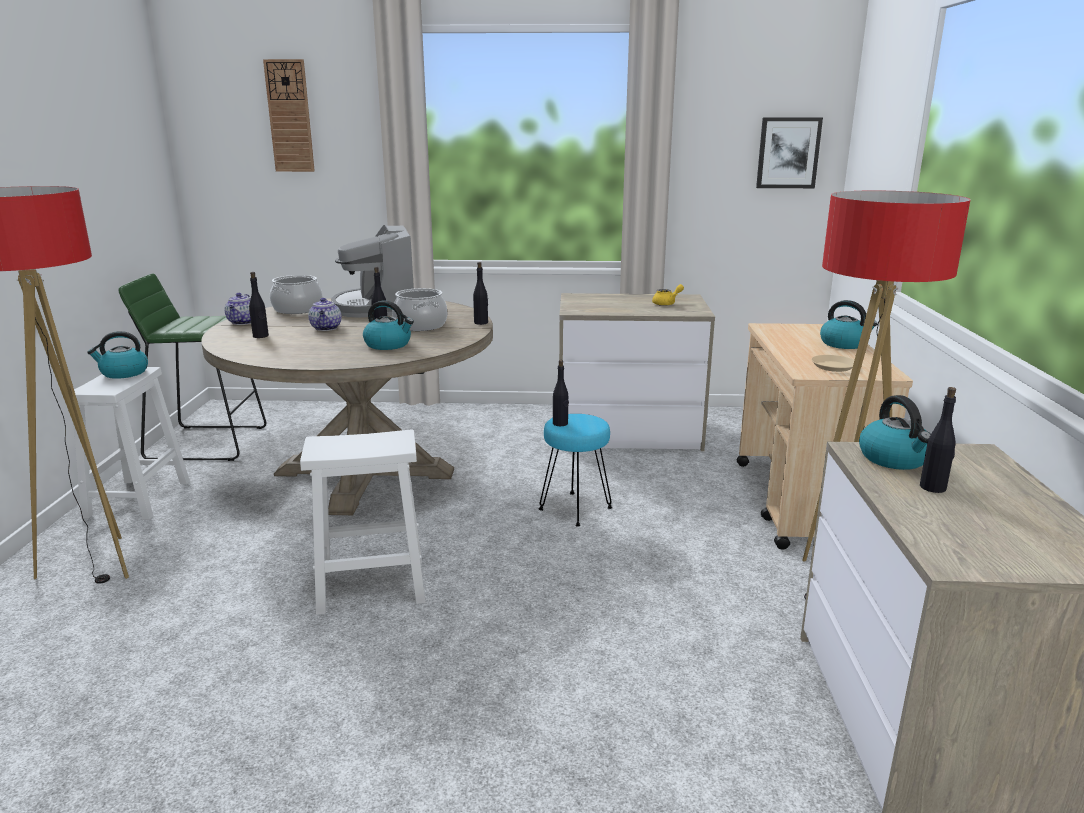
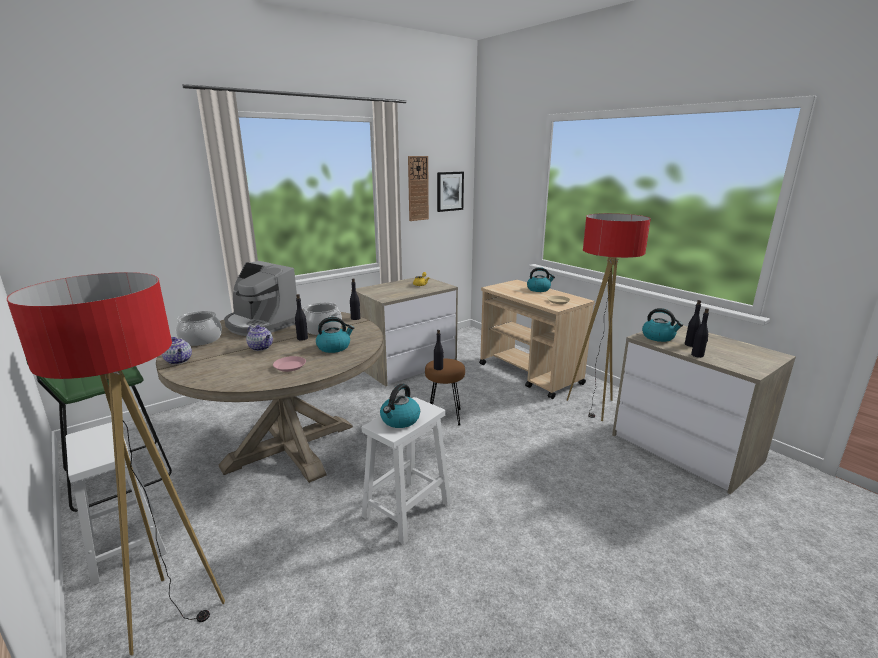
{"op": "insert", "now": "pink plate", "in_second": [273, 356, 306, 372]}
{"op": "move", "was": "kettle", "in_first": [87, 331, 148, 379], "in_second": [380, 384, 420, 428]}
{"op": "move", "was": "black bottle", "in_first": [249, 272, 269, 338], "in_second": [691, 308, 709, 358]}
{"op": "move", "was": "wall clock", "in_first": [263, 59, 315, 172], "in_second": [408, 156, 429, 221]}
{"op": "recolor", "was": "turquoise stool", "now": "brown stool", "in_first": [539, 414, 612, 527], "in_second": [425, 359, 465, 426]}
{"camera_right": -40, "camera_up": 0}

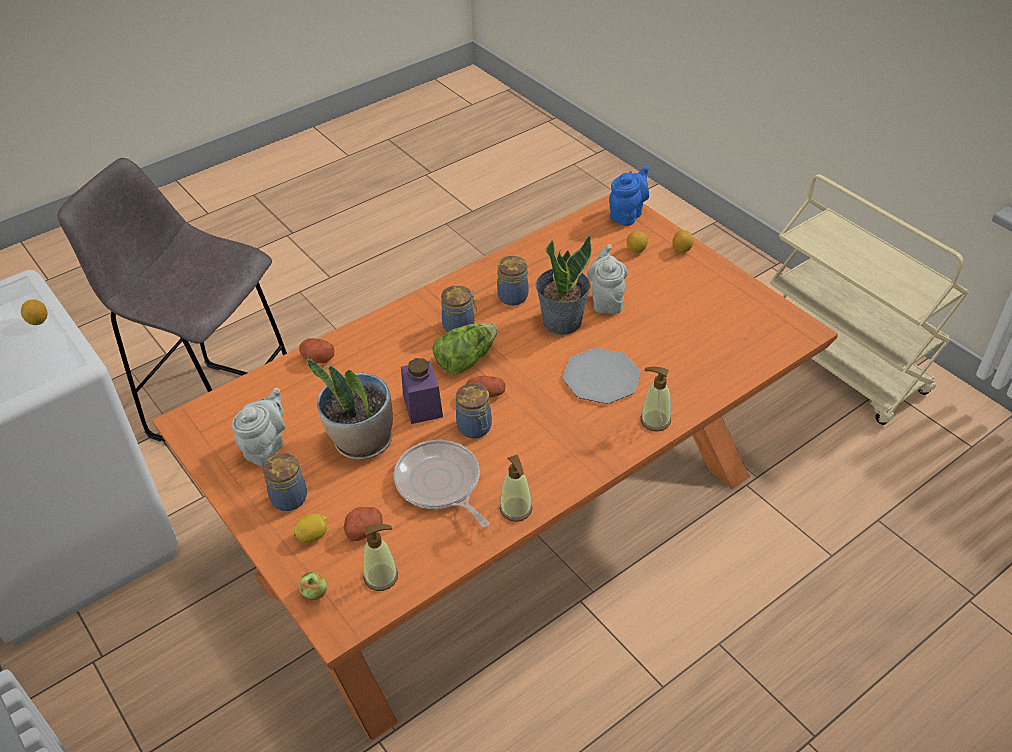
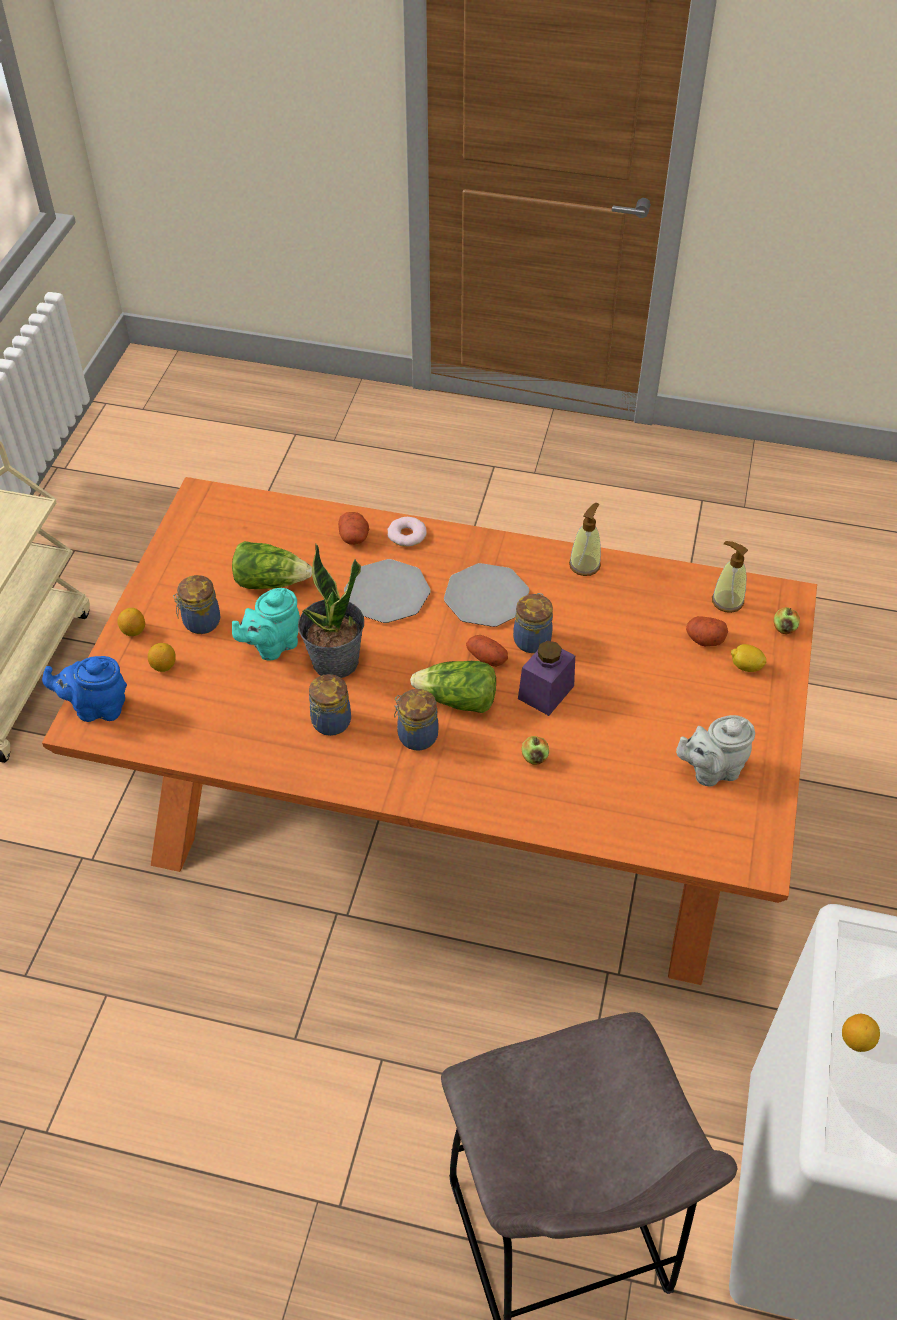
{"op": "delete", "was": "potted plant", "in_first": [306, 358, 393, 460]}
{"op": "delete", "was": "frying pan", "in_first": [394, 440, 489, 527]}
{"op": "insert", "now": "lettuce", "in_second": [232, 541, 312, 589]}
{"op": "insert", "now": "plate", "in_second": [444, 563, 529, 627]}
{"op": "insert", "now": "apple", "in_second": [521, 736, 549, 765]}
{"op": "move", "was": "jar", "in_first": [263, 452, 307, 511], "in_second": [173, 575, 220, 634]}
{"op": "move", "was": "potato", "in_first": [299, 338, 335, 363], "in_second": [338, 512, 369, 545]}
{"op": "replace", "was": "soap dispenser", "now": "donut", "in_first": [640, 367, 671, 432], "in_second": [387, 517, 427, 547]}
{"op": "recolor", "was": "grey teapot", "now": "turquoise teapot", "in_first": [587, 244, 628, 314], "in_second": [232, 588, 300, 661]}
{"camera_right": -130, "camera_up": 5}

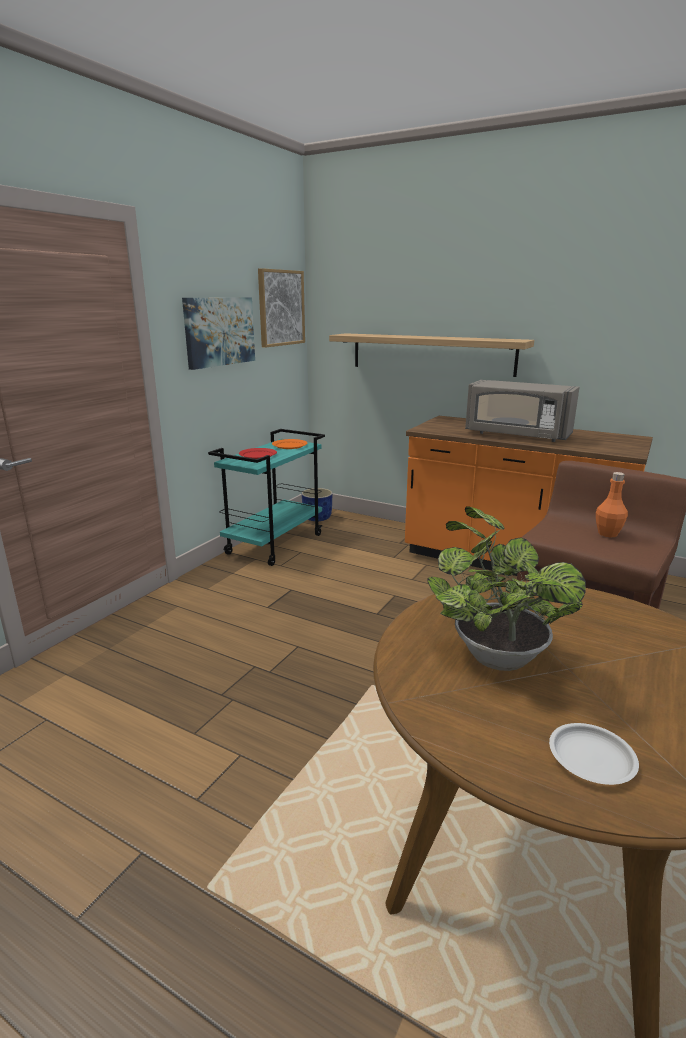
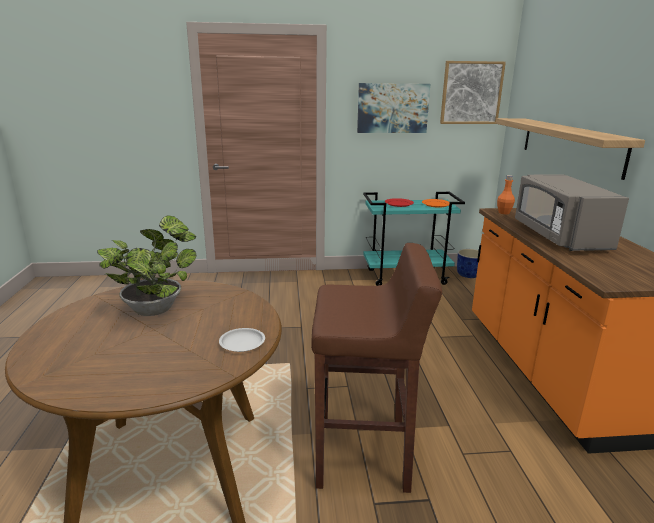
{"op": "move", "was": "white plate", "in_first": [549, 723, 639, 785], "in_second": [219, 328, 265, 352]}
{"op": "move", "was": "orange bottle", "in_first": [596, 472, 628, 538], "in_second": [497, 175, 515, 214]}
{"camera_right": 55, "camera_up": 0}

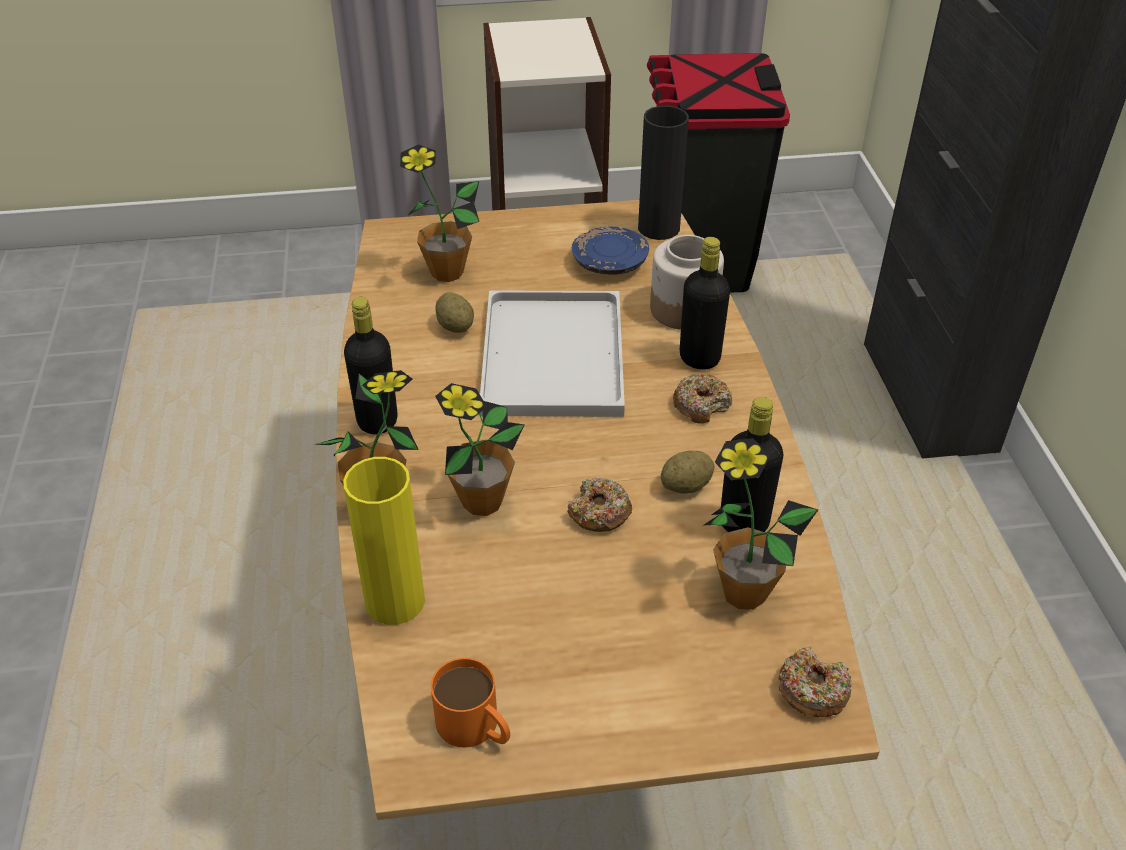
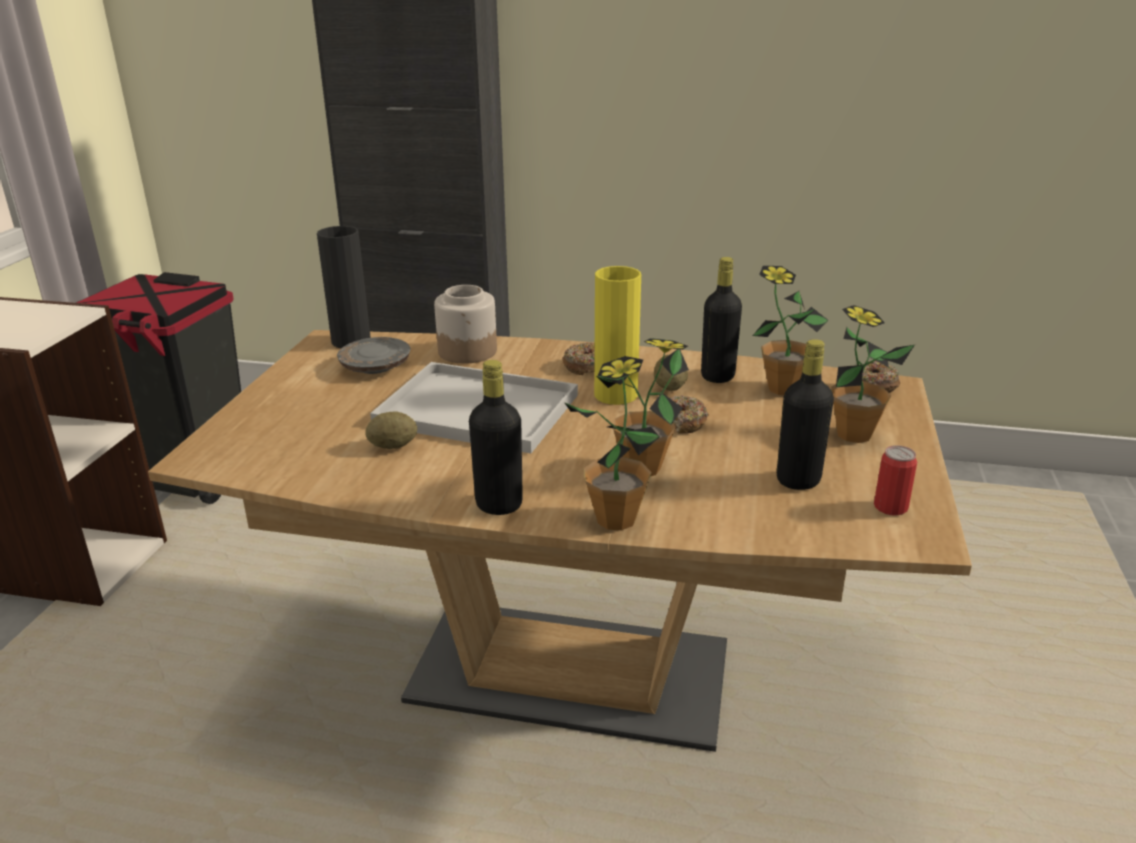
{"op": "move", "was": "yellow vase", "in_first": [343, 457, 425, 625], "in_second": [594, 266, 641, 405]}
{"op": "move", "was": "potted plant", "in_first": [400, 144, 480, 282], "in_second": [831, 305, 915, 443]}
{"op": "move", "was": "black bottle", "in_first": [680, 237, 730, 370], "in_second": [777, 339, 834, 490]}
{"op": "replace", "was": "orange mug", "now": "can", "in_first": [431, 658, 510, 747], "in_second": [874, 445, 917, 516]}
{"op": "recolor", "was": "blue plate", "now": "grey plate", "in_first": [572, 227, 649, 275], "in_second": [337, 337, 410, 374]}
{"camera_right": -70, "camera_up": -15}

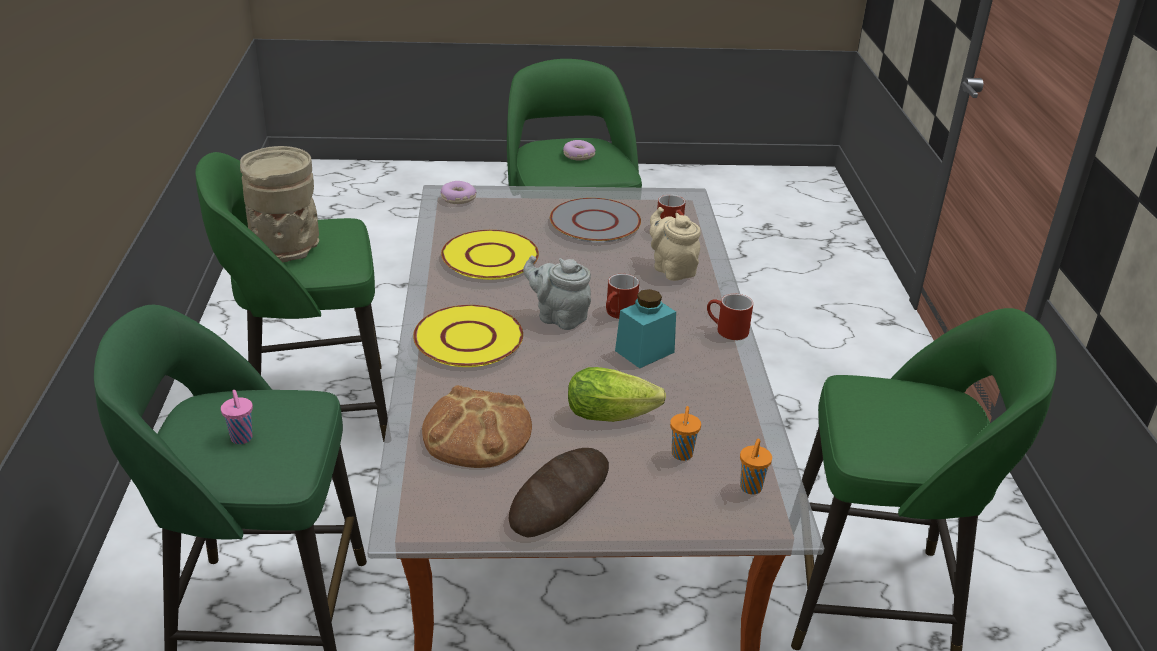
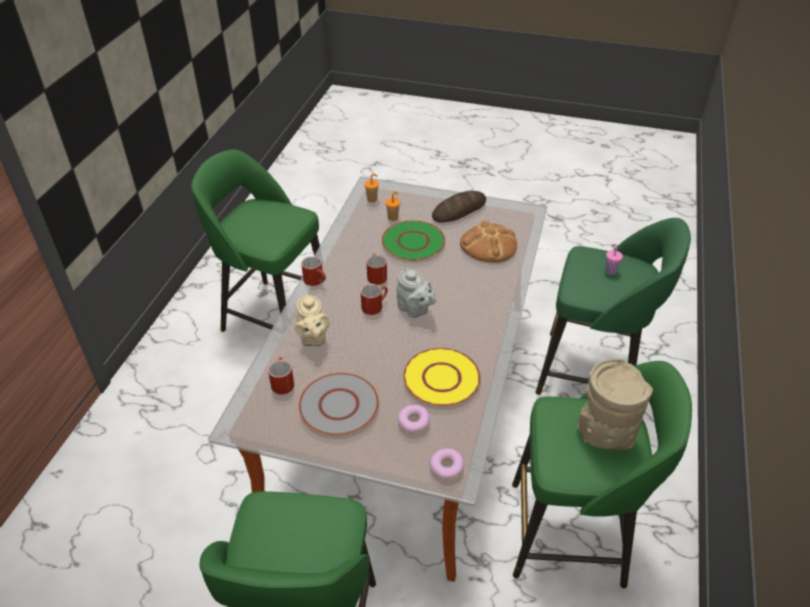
{"op": "delete", "was": "yellow plate", "in_first": [413, 305, 523, 367]}
{"op": "move", "was": "donut", "in_first": [563, 140, 596, 161], "in_second": [397, 405, 430, 434]}
{"op": "replace", "was": "lettuce", "now": "green plate", "in_first": [568, 367, 666, 422], "in_second": [382, 220, 445, 261]}
{"op": "replace", "was": "turquoise jar", "now": "red mug", "in_first": [615, 289, 676, 368], "in_second": [367, 254, 387, 285]}
{"camera_right": -160, "camera_up": 10}

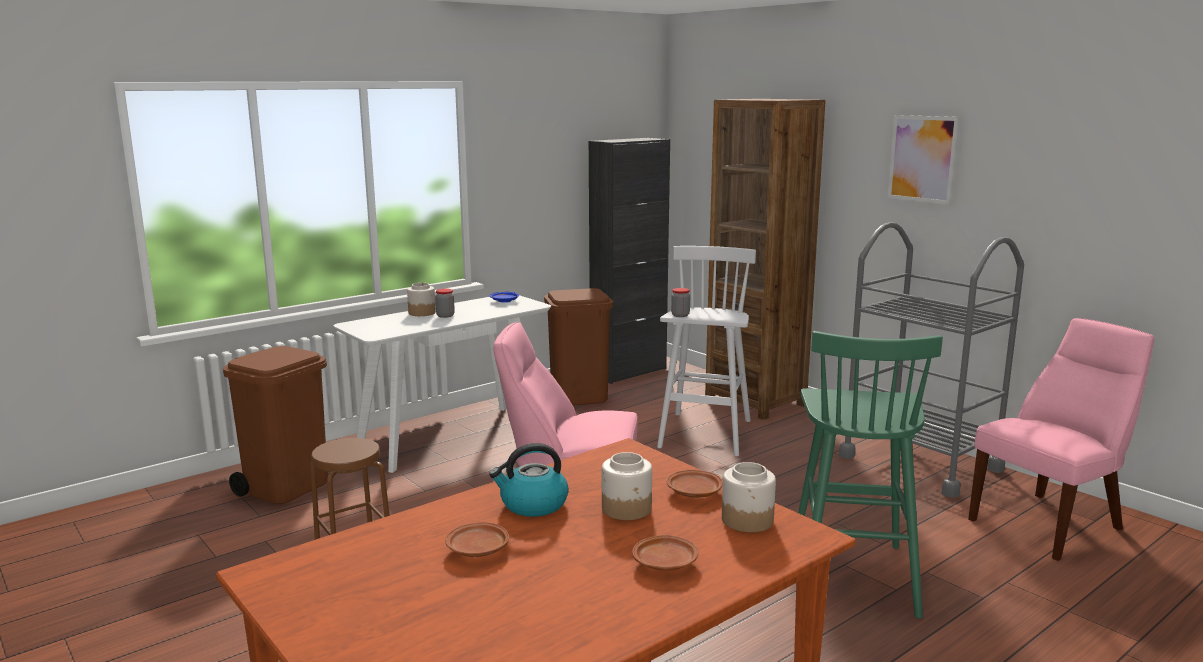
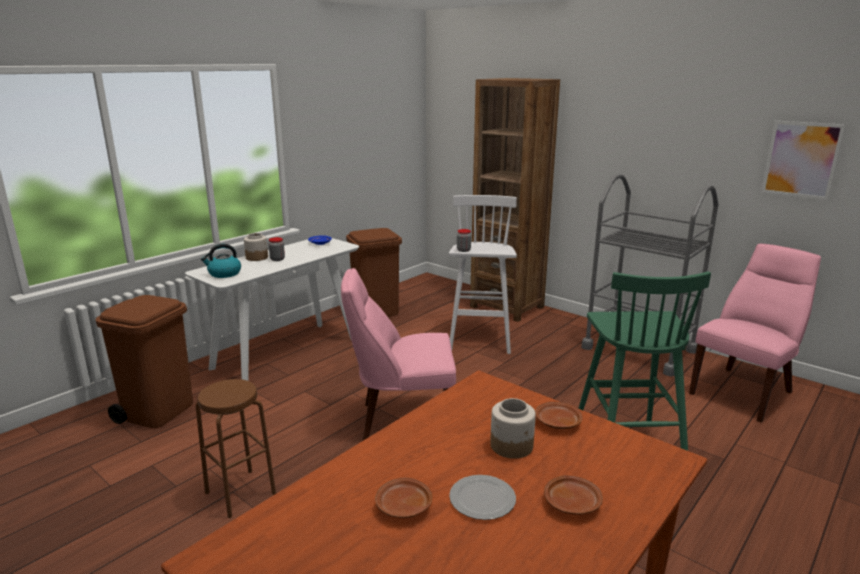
{"op": "delete", "was": "black cabinet", "in_first": [589, 138, 670, 384]}
{"op": "delete", "was": "jar", "in_first": [722, 462, 776, 532]}
{"op": "insert", "now": "plate", "in_second": [449, 475, 516, 520]}
{"op": "move", "was": "kettle", "in_first": [489, 443, 569, 517], "in_second": [201, 244, 241, 278]}
{"op": "move", "was": "picture", "in_first": [887, 115, 960, 205], "in_second": [761, 121, 846, 200]}
{"camera_right": -10, "camera_up": 5}

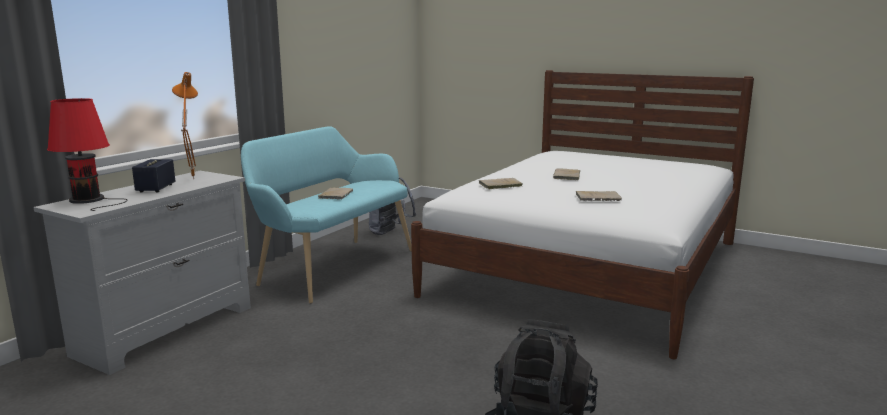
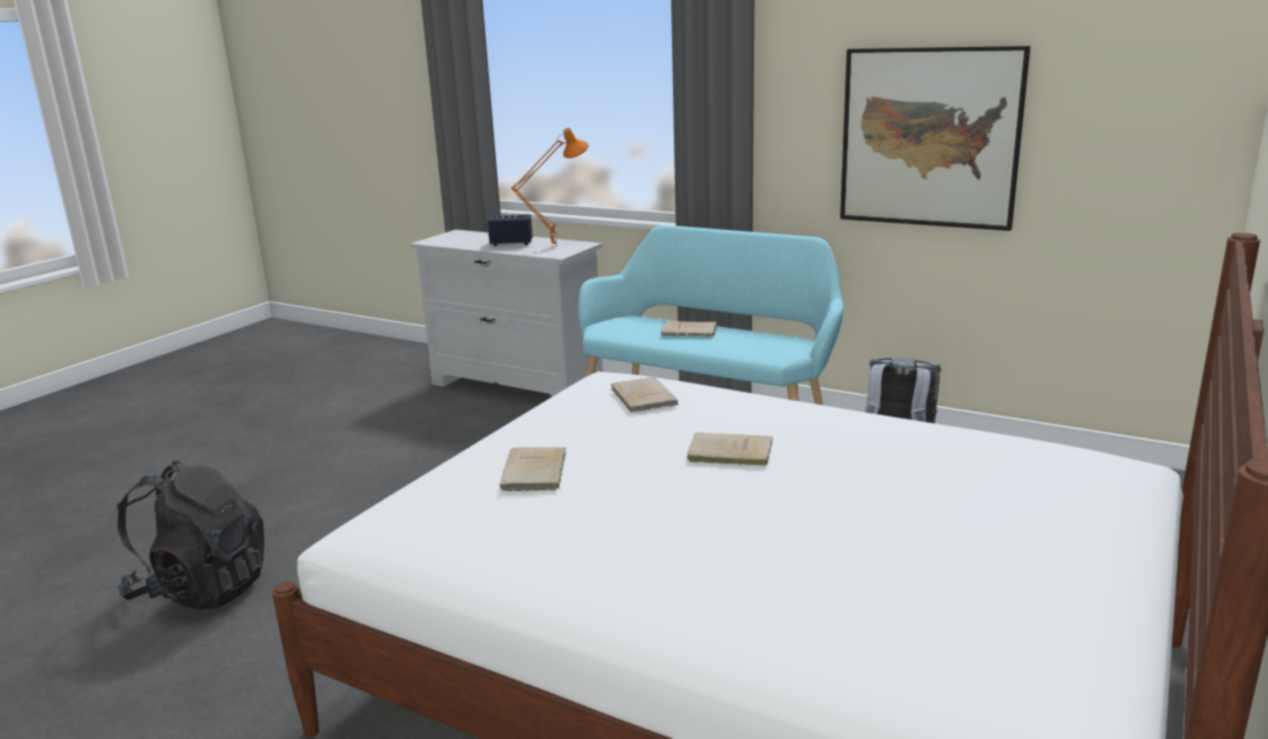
{"op": "delete", "was": "red table lamp", "in_first": [47, 98, 128, 211]}
{"op": "insert", "now": "picture", "in_second": [840, 46, 1030, 231]}
{"camera_right": 90, "camera_up": 5}

